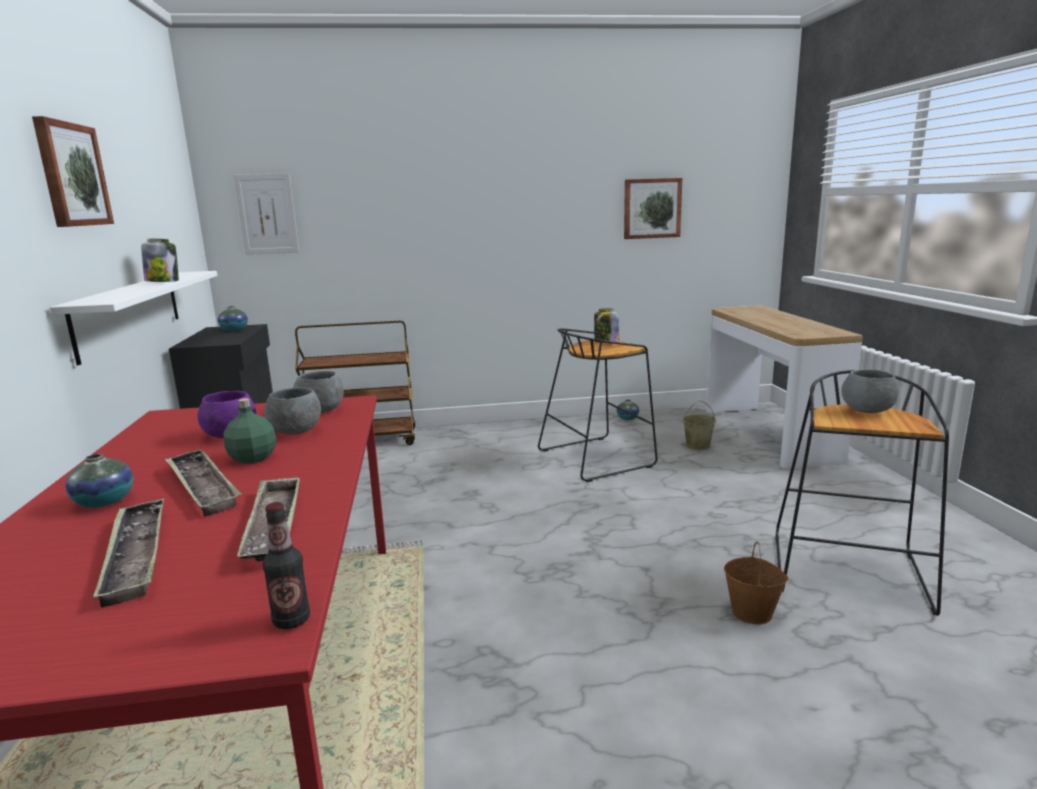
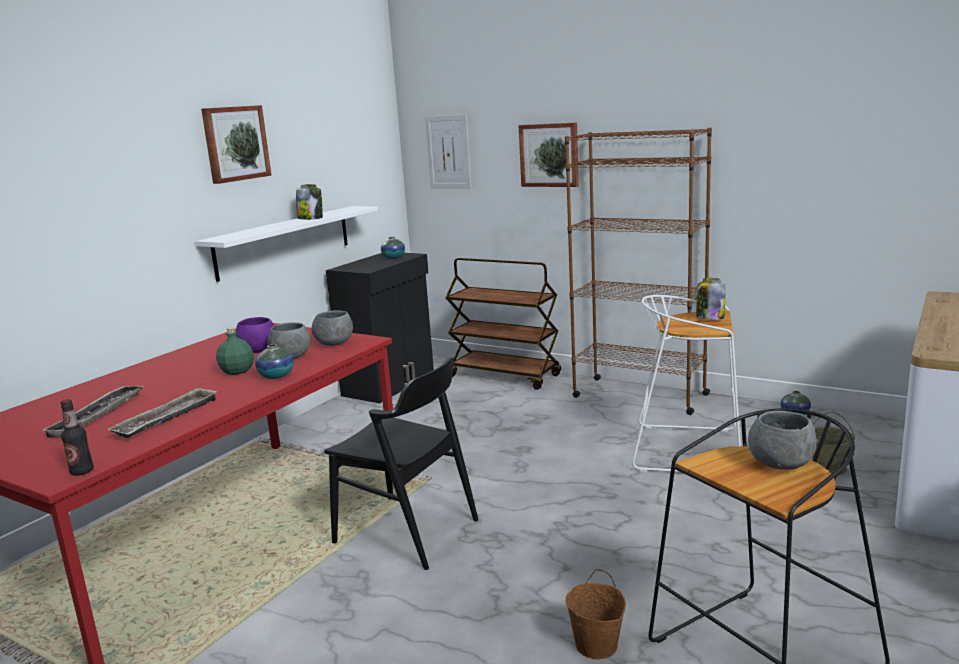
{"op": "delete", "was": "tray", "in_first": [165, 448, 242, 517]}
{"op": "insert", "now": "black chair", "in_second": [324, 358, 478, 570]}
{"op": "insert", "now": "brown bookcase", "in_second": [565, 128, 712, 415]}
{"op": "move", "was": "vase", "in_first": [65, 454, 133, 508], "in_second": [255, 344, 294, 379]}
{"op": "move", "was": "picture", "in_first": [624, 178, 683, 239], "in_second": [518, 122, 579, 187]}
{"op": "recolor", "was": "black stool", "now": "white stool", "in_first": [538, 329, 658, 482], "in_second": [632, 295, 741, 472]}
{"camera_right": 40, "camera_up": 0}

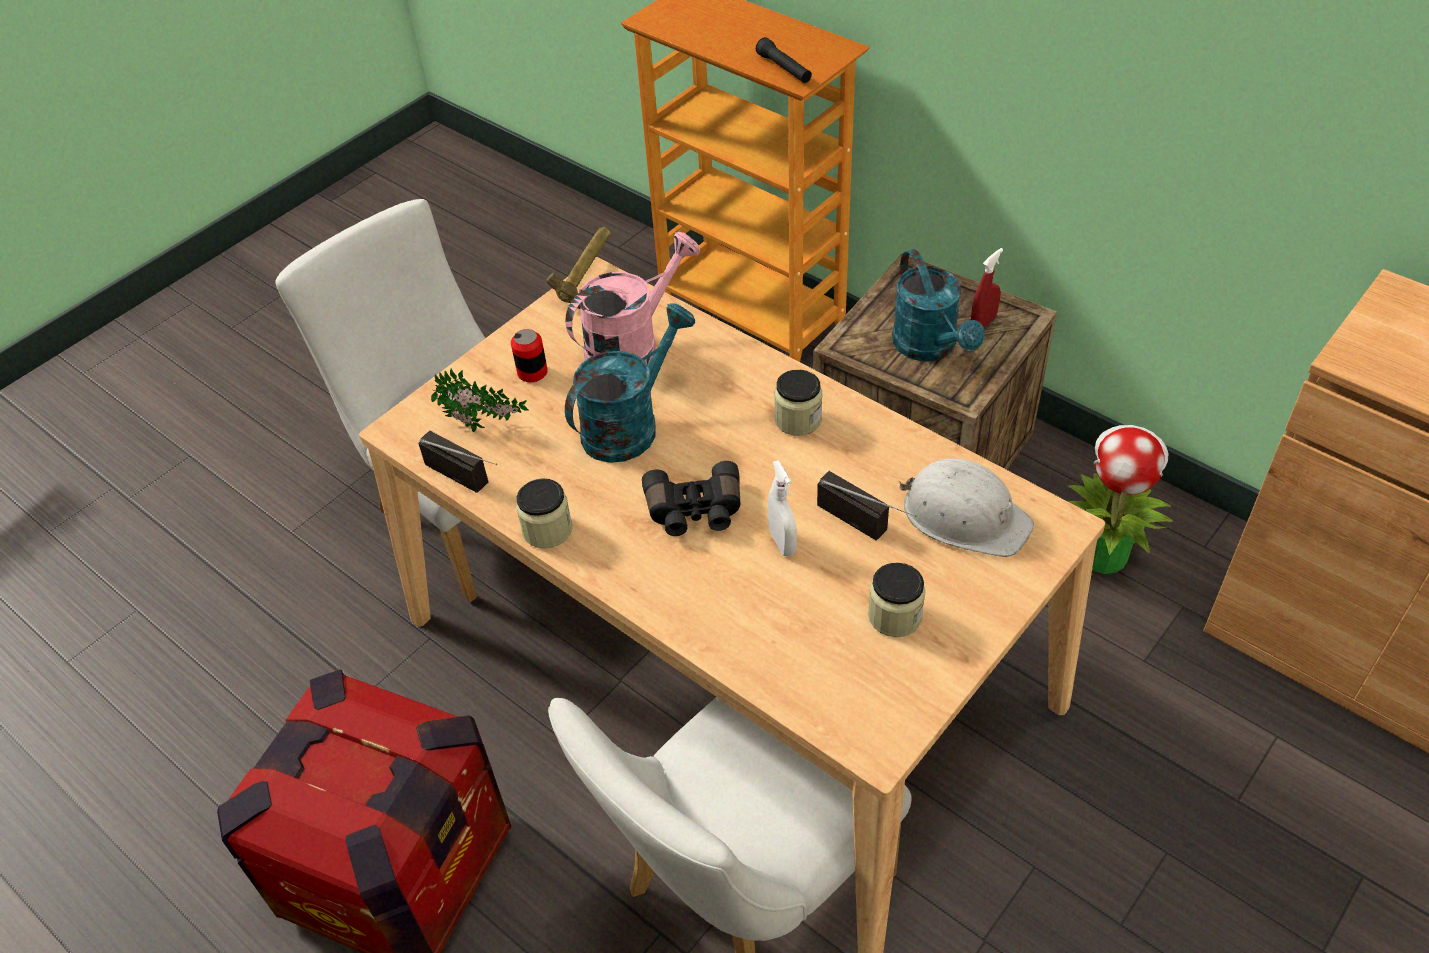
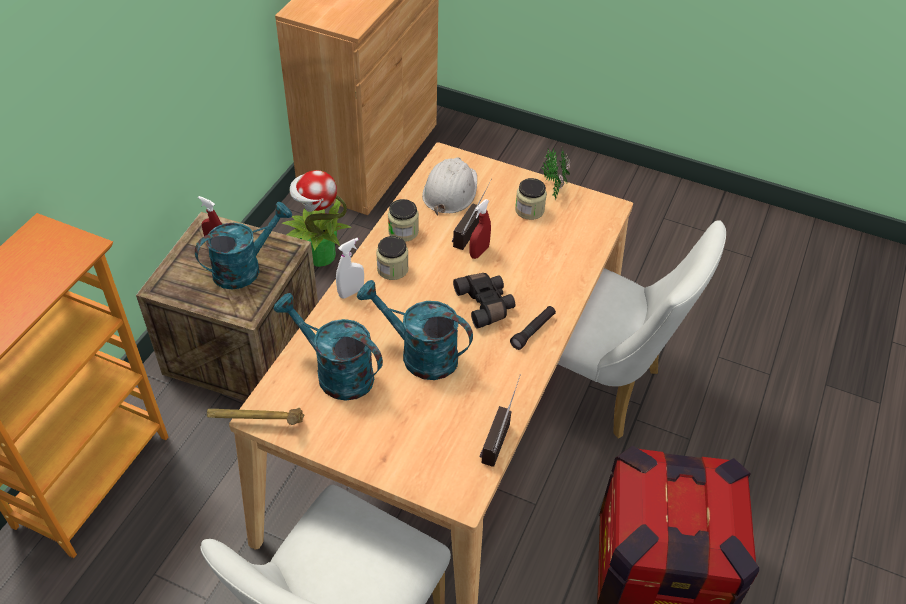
{"op": "delete", "was": "can", "in_first": [511, 329, 548, 382]}
{"op": "insert", "now": "red spray bottle", "in_second": [470, 199, 491, 259]}
{"op": "move", "was": "potted plant", "in_first": [431, 368, 528, 432], "in_second": [541, 148, 571, 200]}
{"op": "move", "was": "jar", "in_first": [516, 478, 573, 549], "in_second": [388, 199, 419, 242]}
{"op": "move", "was": "black flashlight", "in_first": [756, 37, 812, 83], "in_second": [510, 306, 556, 350]}
{"op": "move", "was": "white spray bottle", "in_first": [768, 460, 797, 557], "in_second": [336, 238, 364, 298]}
{"op": "recolor", "was": "pink watering can", "now": "turquoise watering can", "in_first": [565, 232, 700, 366], "in_second": [274, 293, 383, 401]}
{"camera_right": -110, "camera_up": 0}

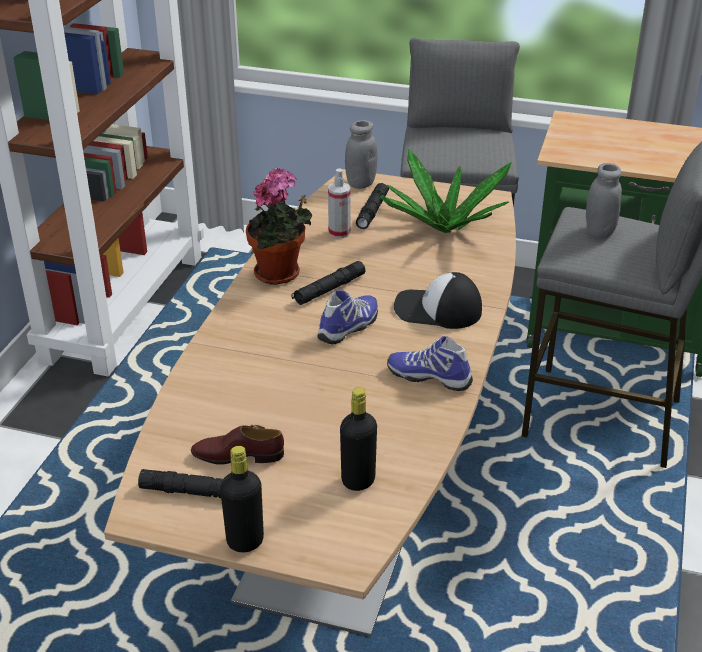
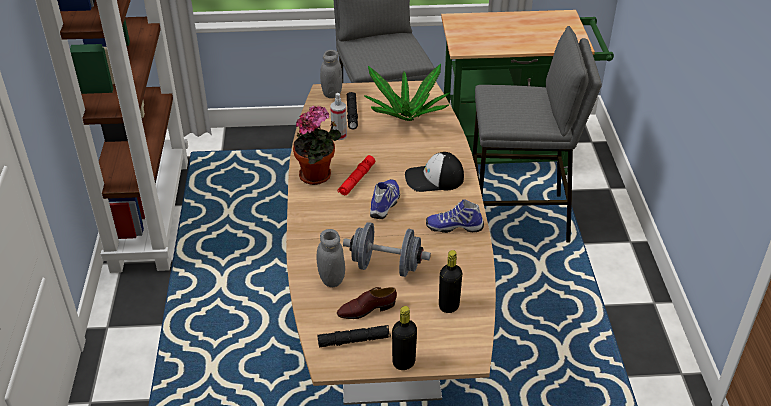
{"op": "insert", "now": "grey dumbbell", "in_second": [343, 222, 431, 277]}
{"op": "move", "was": "grey jar", "in_first": [586, 163, 622, 238], "in_second": [317, 229, 345, 287]}
{"op": "recolor", "was": "black flashlight", "now": "red flashlight", "in_first": [291, 261, 366, 305], "in_second": [338, 155, 375, 196]}
{"camera_right": -20, "camera_up": 5}

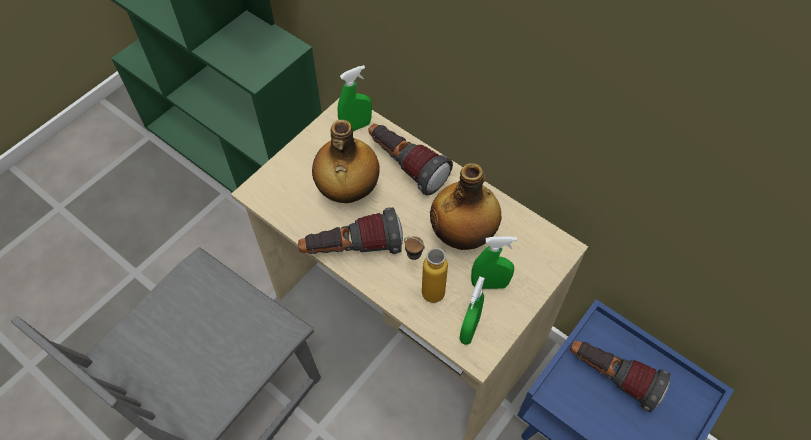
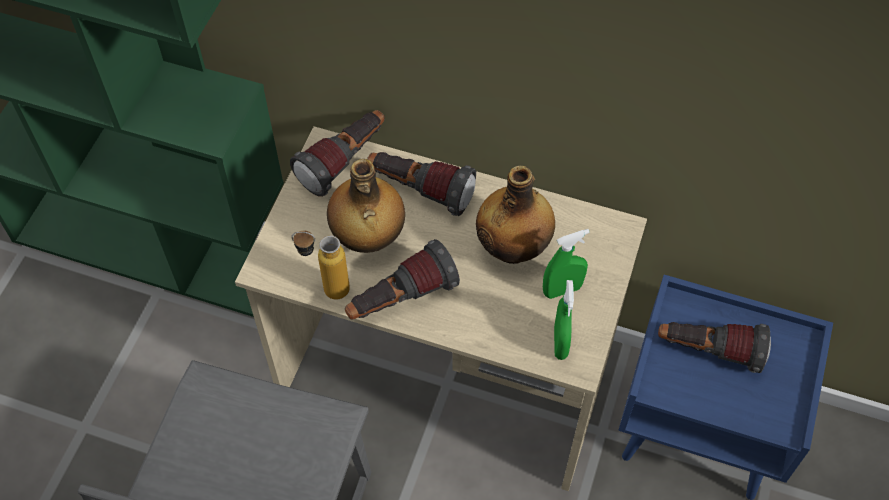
{"op": "move", "was": "bottle", "in_first": [404, 236, 448, 303], "in_second": [291, 230, 350, 300]}
{"op": "replace", "was": "green spray bottle", "now": "flashlight", "in_first": [337, 65, 372, 131], "in_second": [290, 110, 385, 196]}
{"camera_right": -20, "camera_up": 0}

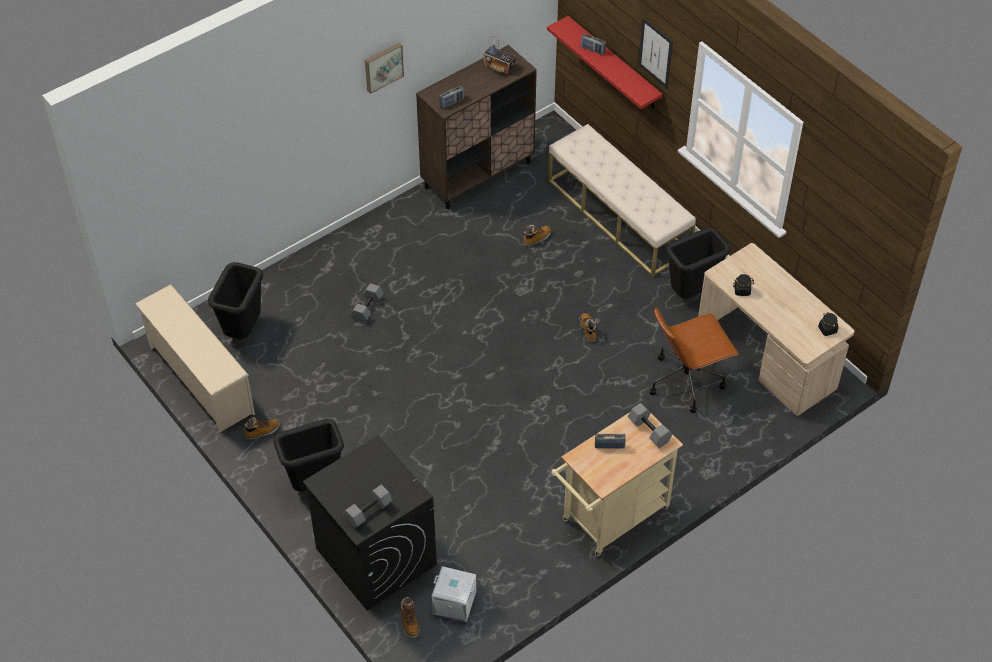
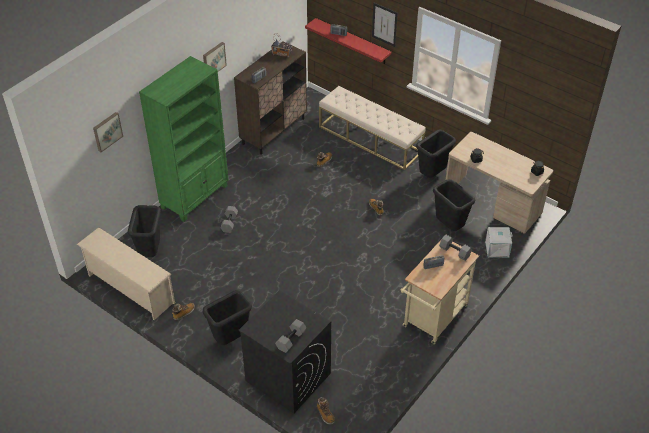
{"op": "insert", "now": "picture", "in_second": [93, 112, 123, 152]}
{"op": "insert", "now": "green bookcase", "in_second": [139, 56, 229, 222]}
{"op": "move", "was": "white storage box", "in_first": [432, 566, 476, 622], "in_second": [485, 227, 513, 258]}
{"op": "replace", "was": "brown office chair", "now": "black trash can", "in_first": [650, 308, 739, 413], "in_second": [433, 179, 475, 231]}
{"camera_right": -15, "camera_up": -5}

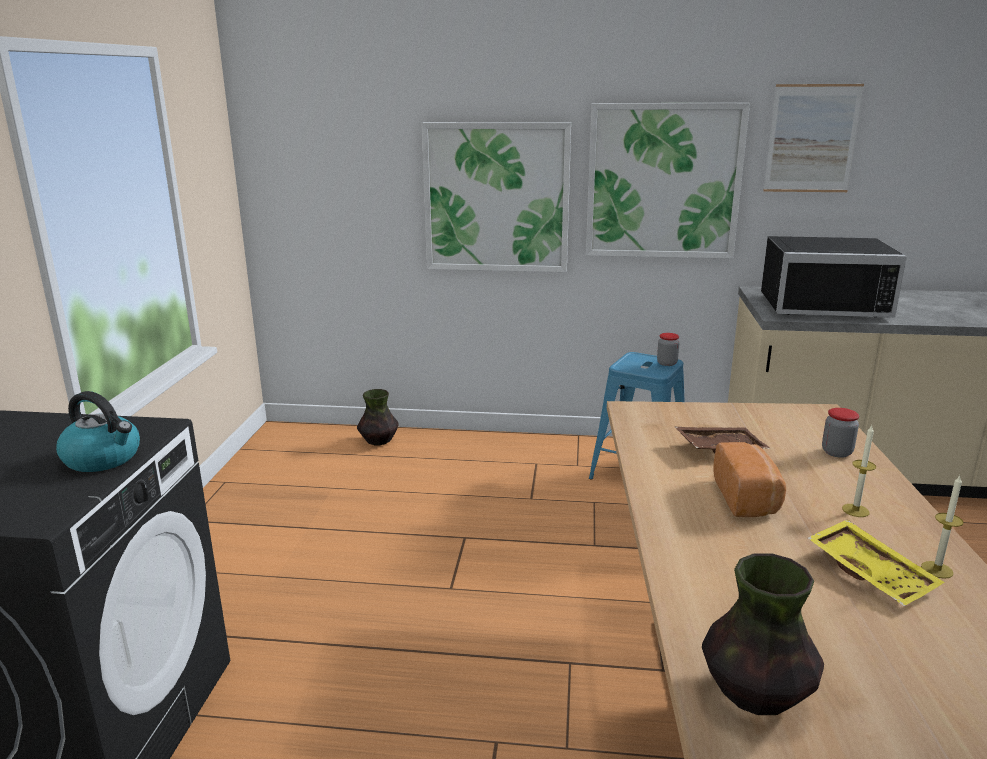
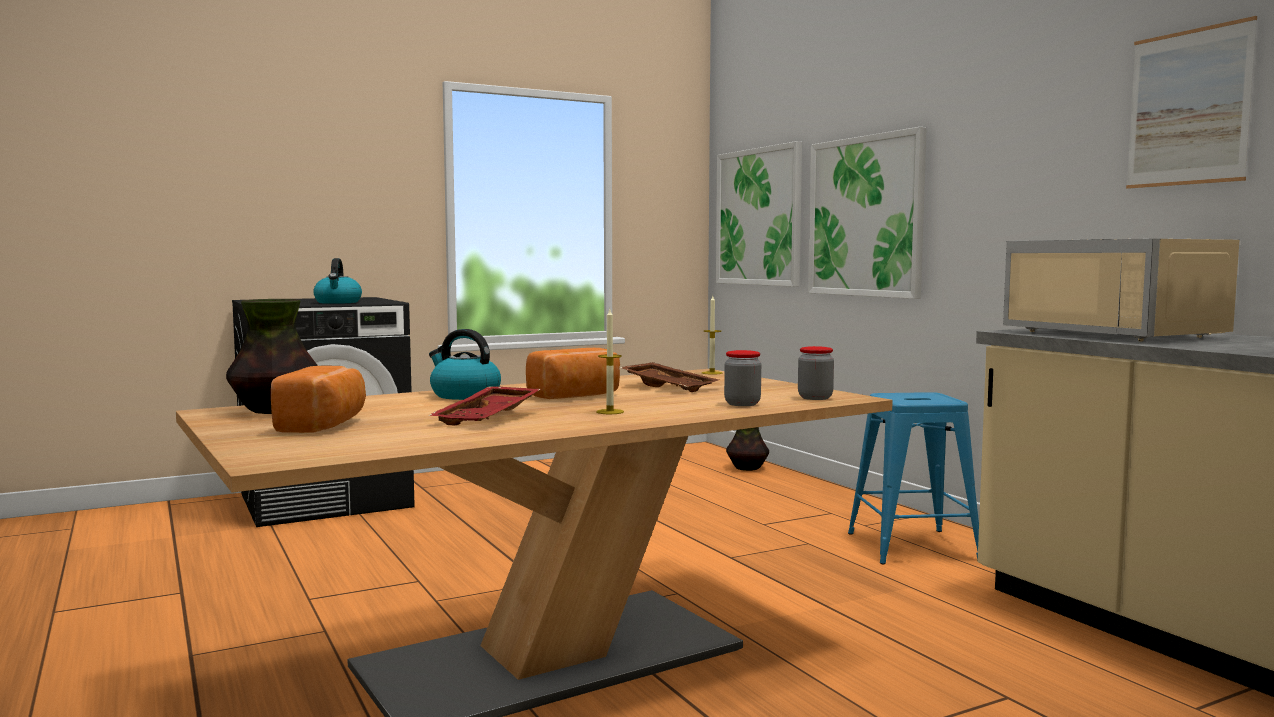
{"op": "insert", "now": "bread", "in_second": [271, 366, 366, 433]}
{"op": "insert", "now": "kettle", "in_second": [429, 329, 501, 400]}
{"op": "move", "was": "picture", "in_first": [586, 103, 750, 259], "in_second": [716, 141, 802, 287]}
{"op": "move", "was": "jar", "in_first": [657, 333, 679, 366], "in_second": [798, 346, 834, 400]}
{"op": "move", "was": "candle", "in_first": [921, 476, 964, 579], "in_second": [702, 296, 723, 375]}
{"op": "recolor", "was": "black microwave", "now": "beige microwave", "in_first": [761, 236, 907, 318], "in_second": [1003, 238, 1239, 341]}
{"op": "recolor", "was": "yellow tray", "now": "red tray", "in_first": [808, 520, 944, 606], "in_second": [428, 386, 540, 426]}
{"camera_right": 55, "camera_up": -15}

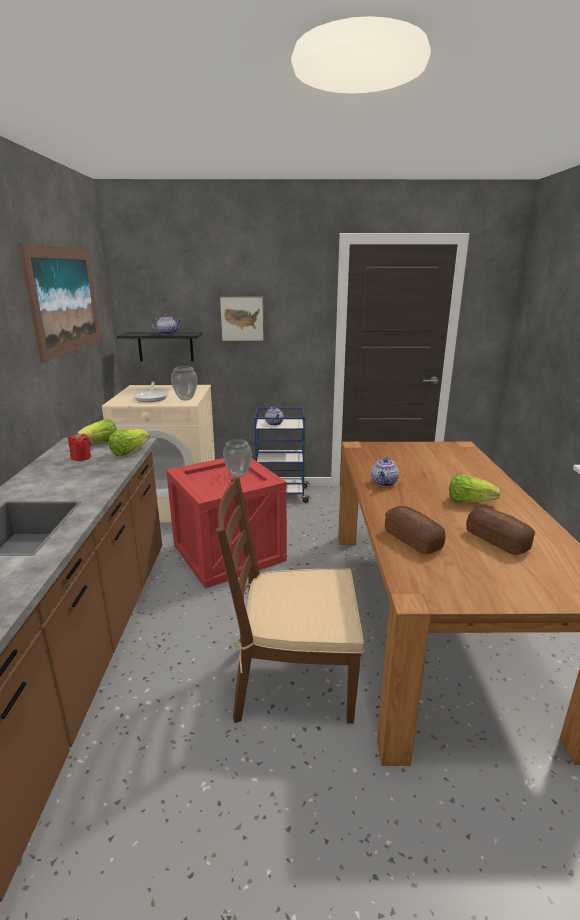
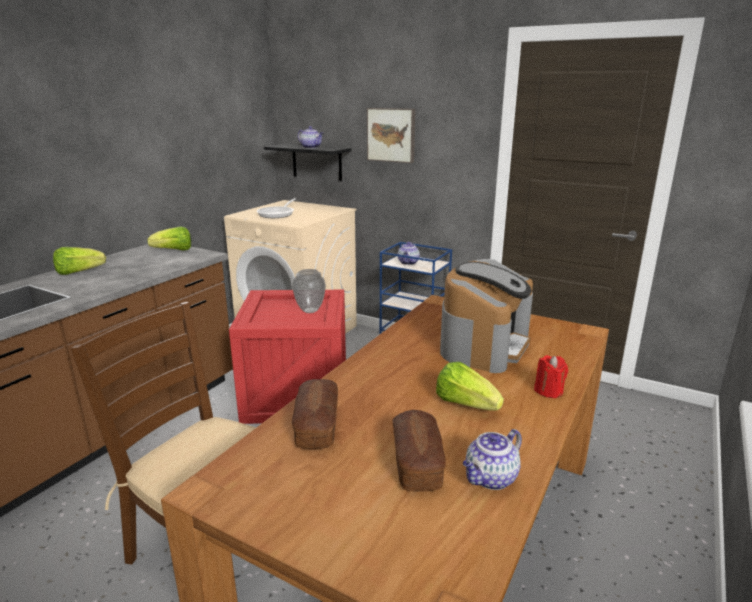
{"op": "delete", "was": "picture", "in_first": [18, 243, 101, 363]}
{"op": "delete", "was": "vase", "in_first": [171, 366, 198, 401]}
{"op": "insert", "now": "coffee machine", "in_second": [440, 259, 533, 373]}
{"op": "move", "was": "red candle", "in_first": [68, 433, 91, 461], "in_second": [534, 355, 568, 398]}
{"op": "move", "was": "lettuce", "in_first": [109, 429, 150, 456], "in_second": [53, 247, 106, 275]}
{"op": "move", "was": "teapot", "in_first": [371, 457, 399, 487], "in_second": [463, 429, 522, 490]}
{"camera_right": 30, "camera_up": 0}

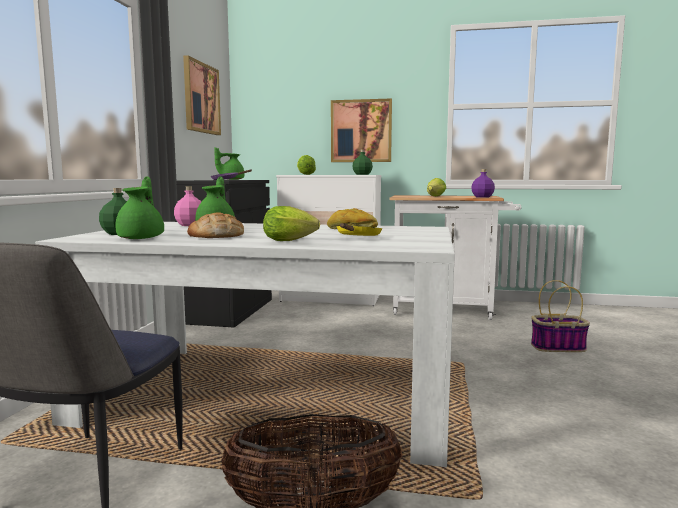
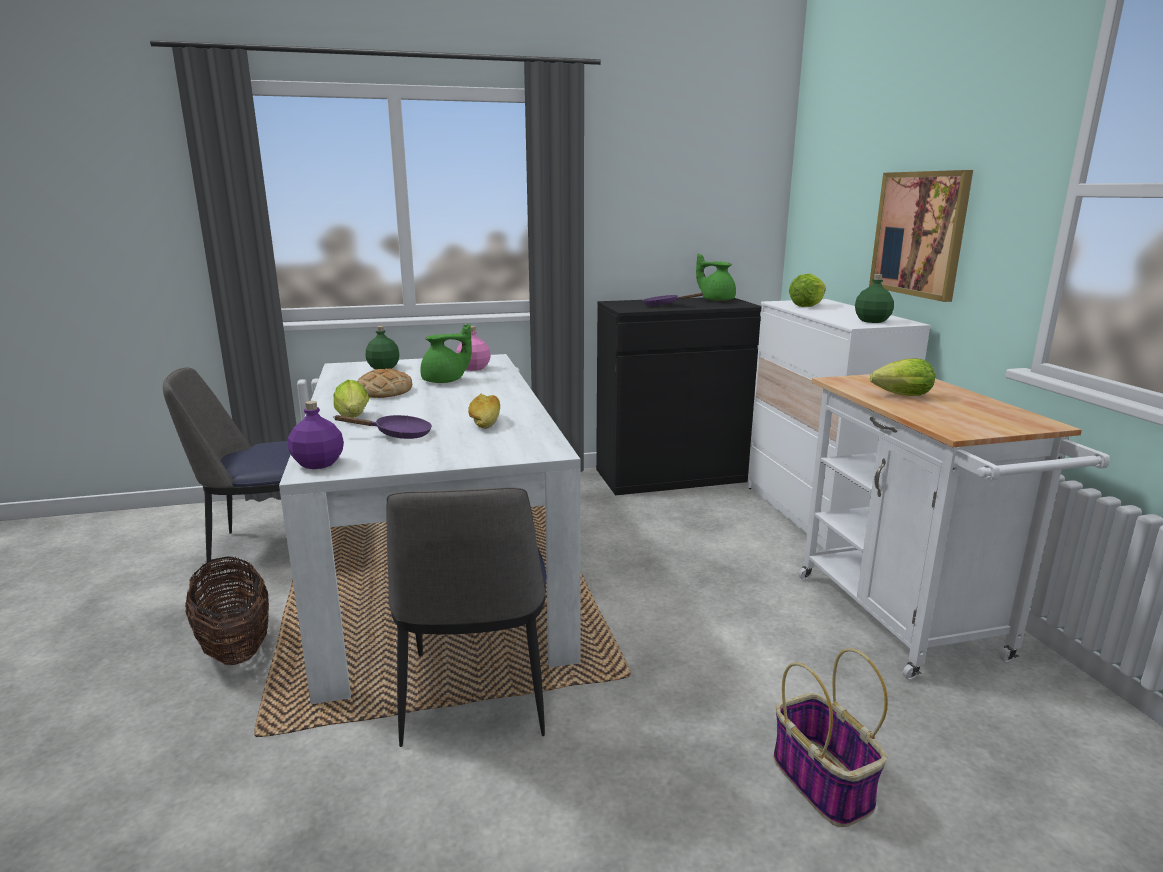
{"op": "delete", "was": "green teapot", "in_first": [115, 176, 164, 239]}
{"op": "delete", "was": "picture", "in_first": [183, 55, 221, 135]}
{"op": "insert", "now": "chair", "in_second": [387, 487, 547, 747]}
{"op": "move", "was": "purple bottle", "in_first": [471, 169, 495, 198], "in_second": [288, 401, 344, 469]}
{"op": "recolor", "was": "yellow frying pan", "now": "purple frying pan", "in_first": [337, 223, 382, 236], "in_second": [333, 415, 432, 439]}
{"camera_right": 65, "camera_up": 10}

